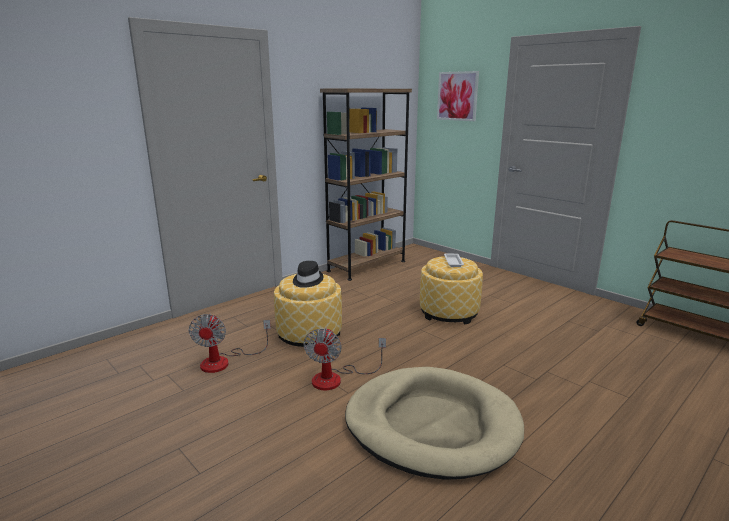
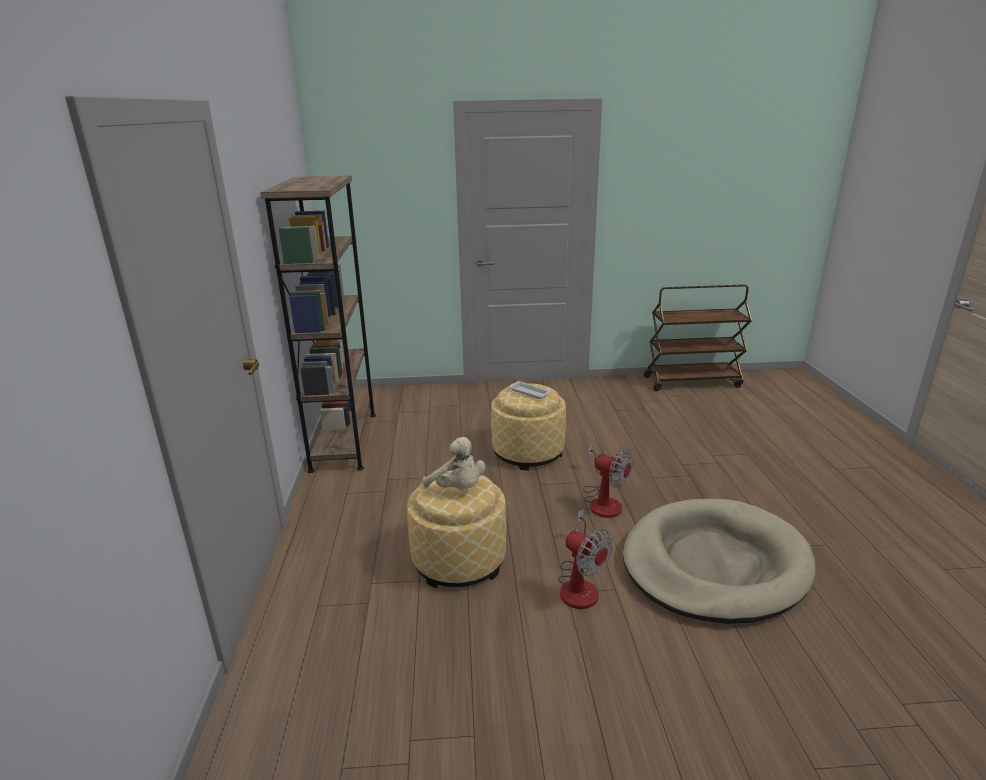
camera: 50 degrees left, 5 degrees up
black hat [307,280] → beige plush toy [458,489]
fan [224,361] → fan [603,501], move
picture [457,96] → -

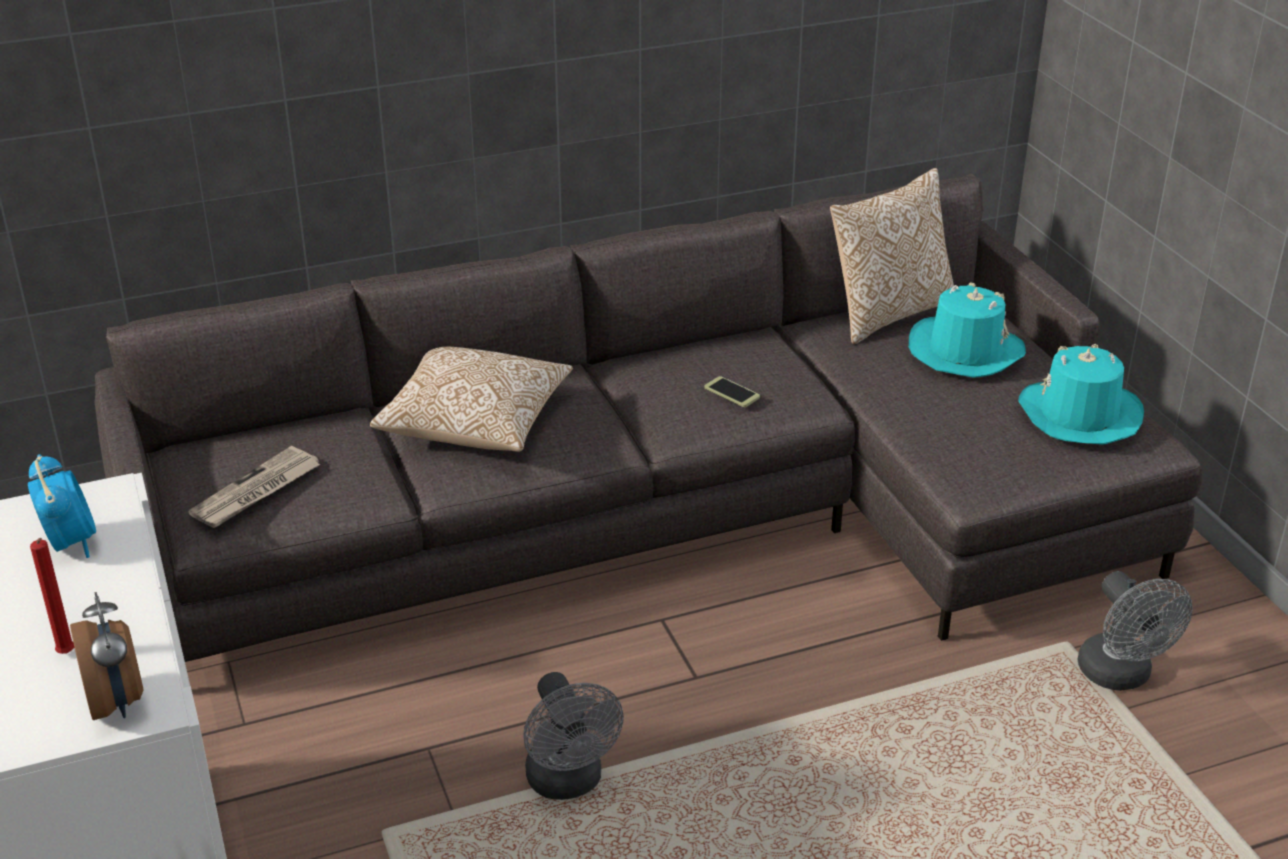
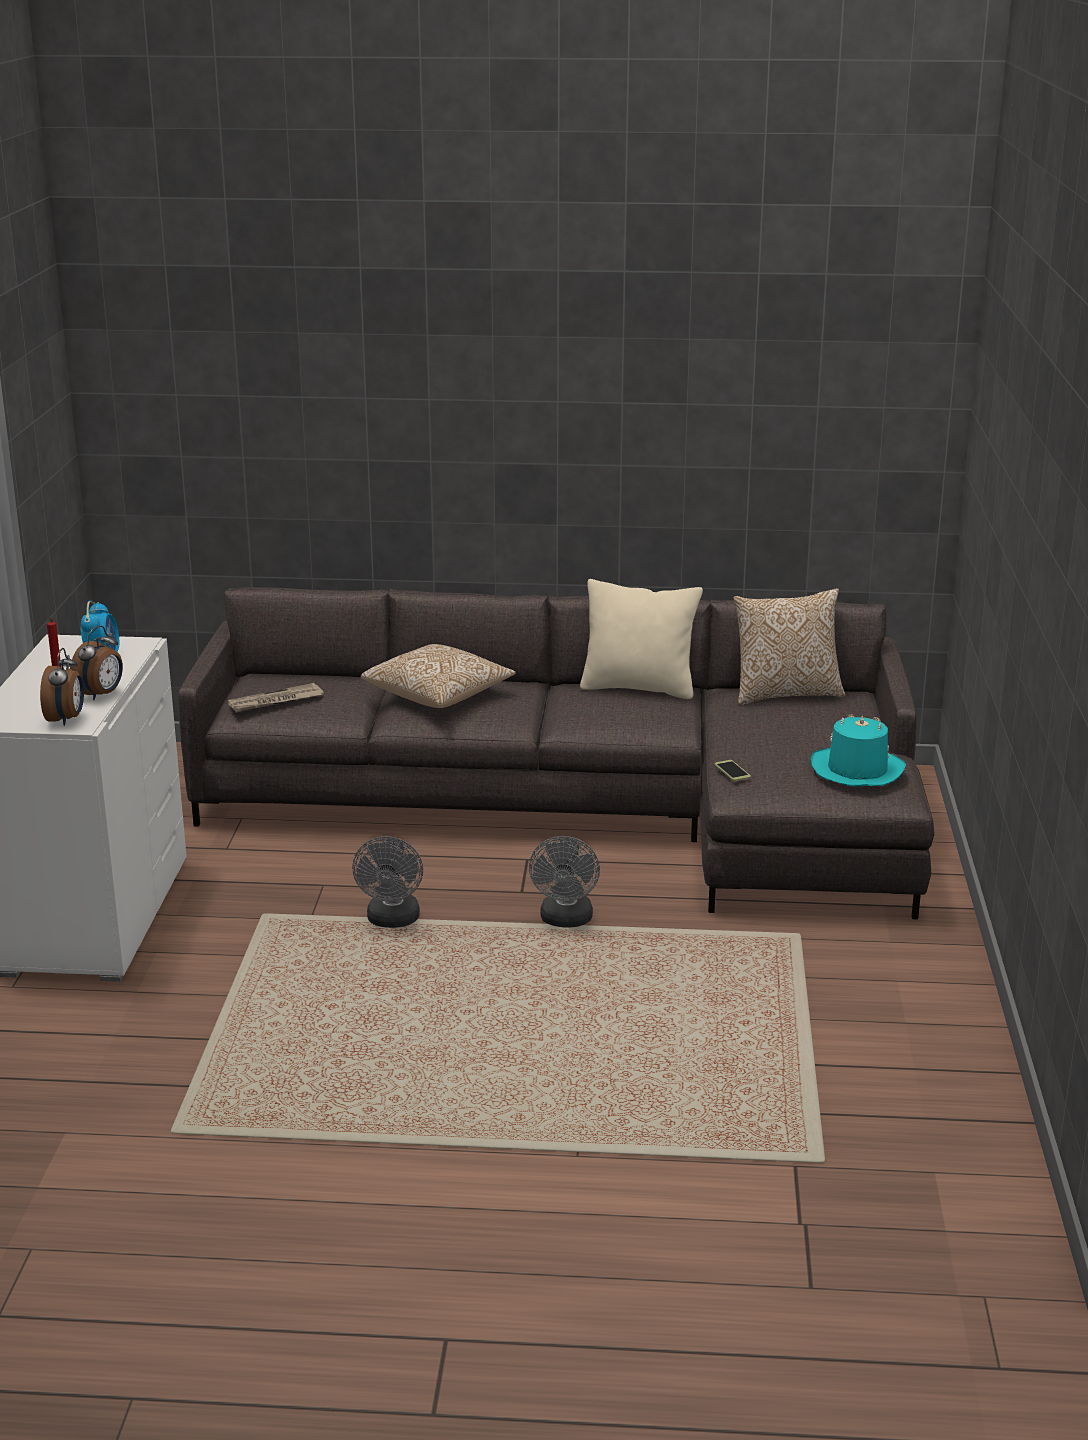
camera: 25 degrees right, 10 degrees down
- → alarm clock [101,694]
grey fan [1121,676] → grey fan [566,921], move
- → beige pillow [639,688]
phone [732,393] → phone [732,771], move
turquoise hat [964,351] → -

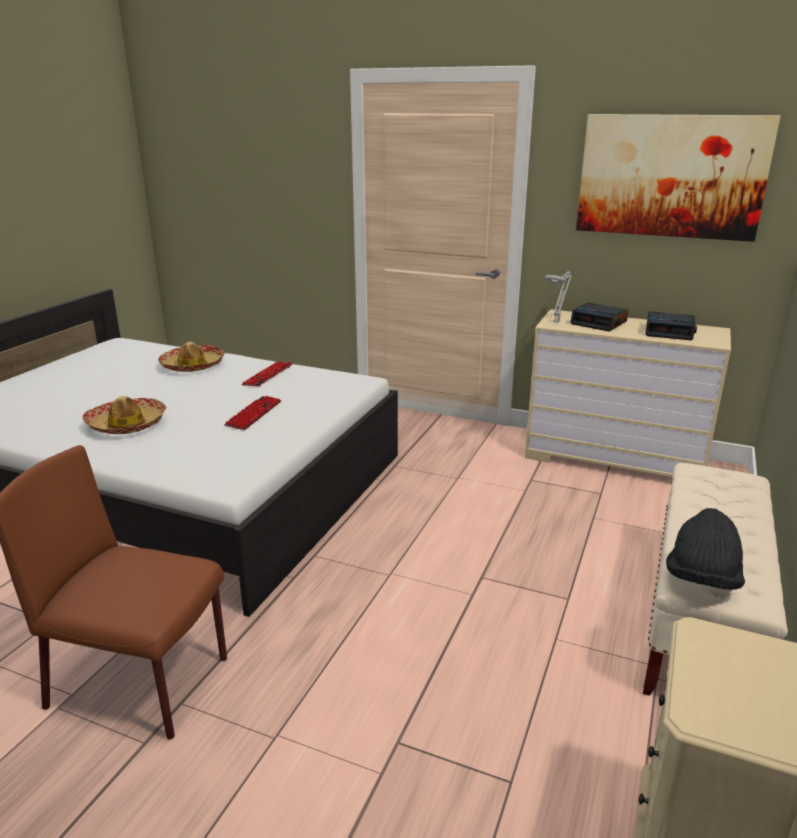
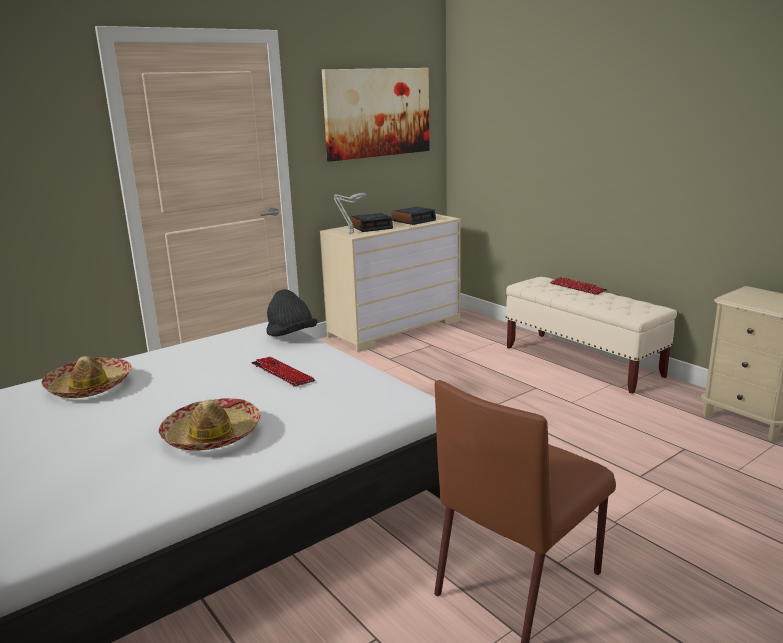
camera: 60 degrees left, 5 degrees down
black hat [701,580] → black hat [291,336], move
keyboard [268,375] → keyboard [577,287], move

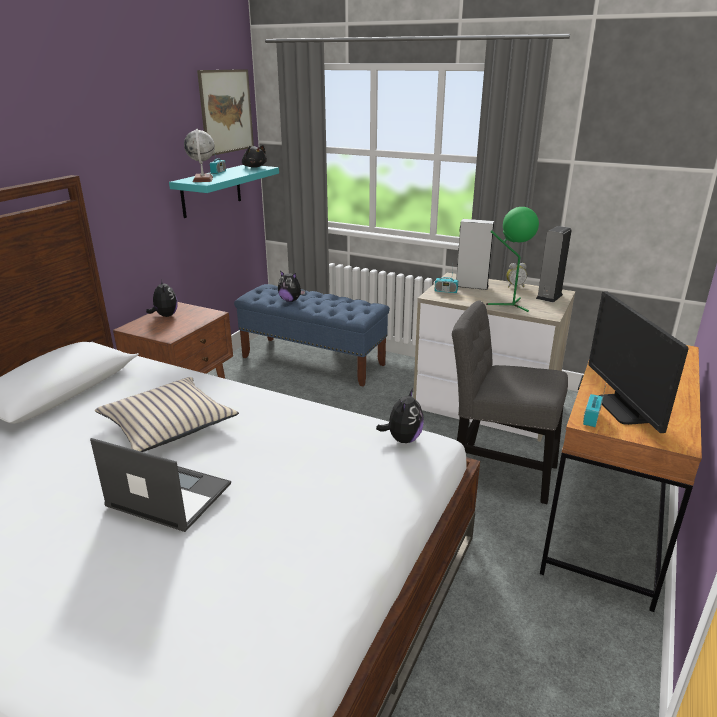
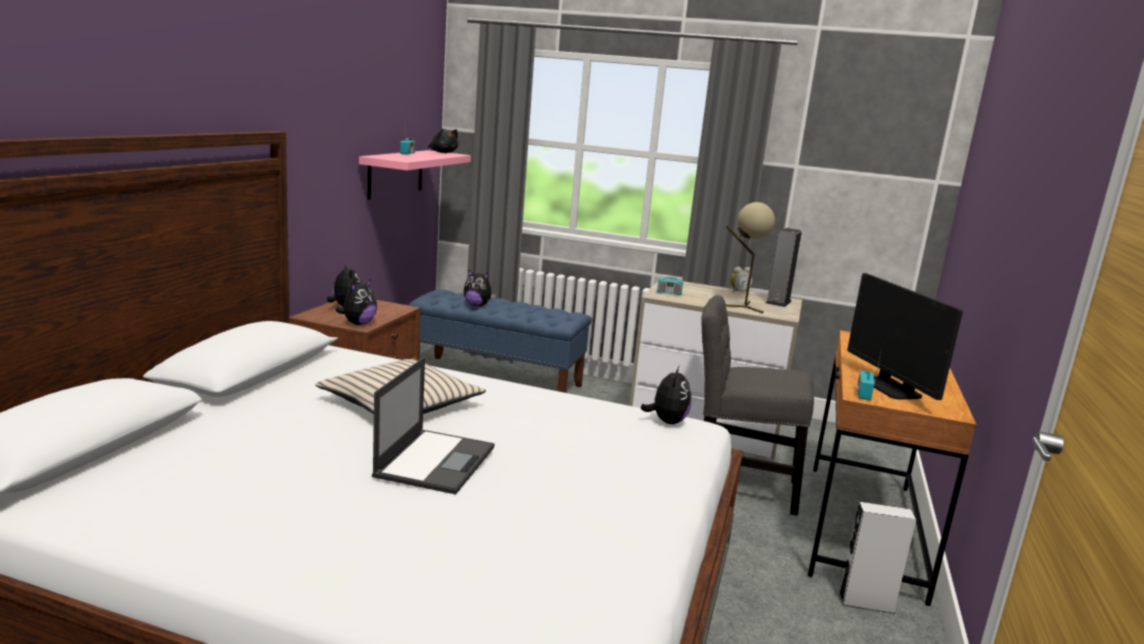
camera: 10 degrees left, 10 degrees down
- → plush toy [358,323]
turquoise shelf [211,190] → pink shelf [395,173]
laptop [167,495] → laptop [436,461], 90 degrees clockwise
green table lamp [509,305] → beige table lamp [741,307]
grey speaker [471,286] → grey speaker [866,603], move
globe [203,179] → -
picture [226,111] → -

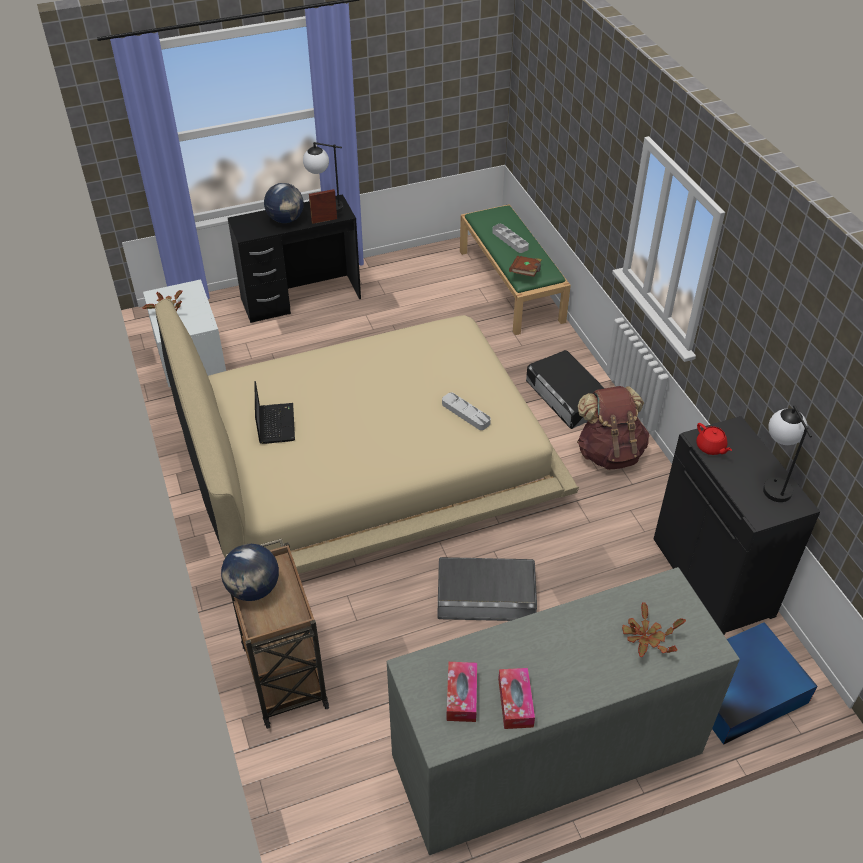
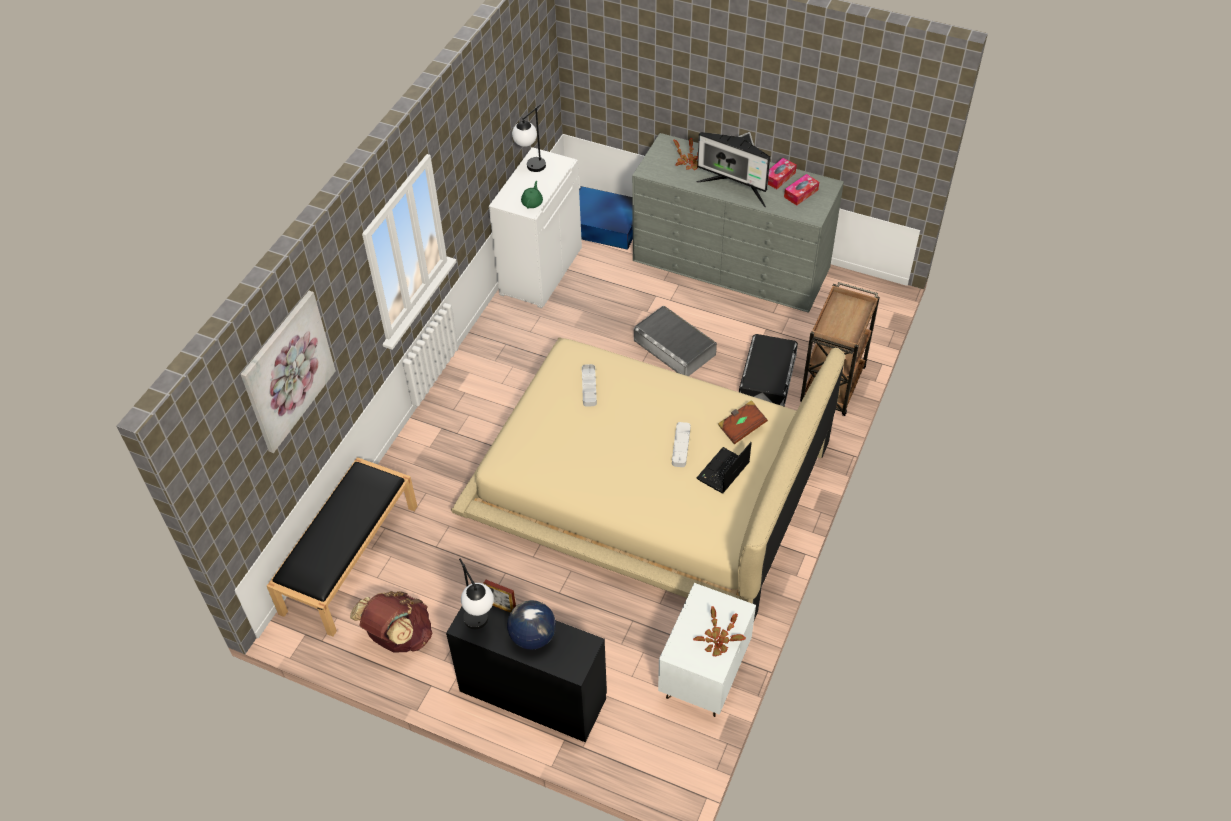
camera: 135 degrees left, 5 degrees up
- → picture [288,371]
green bench [511,286] → black bench [350,557]
brown backpack [609,452] → brown backpack [398,637], move
black cabinet [714,577] → white cabinet [540,271]
red teapot [710,447] → green teapot [532,202]
grey tray [510,240] → grey tray [681,446], move
- → monitor [735,188]
brown book [525,273] → brown book [741,427], move
black storage box [568,395] → black storage box [767,376], move
globe [253,589] → -

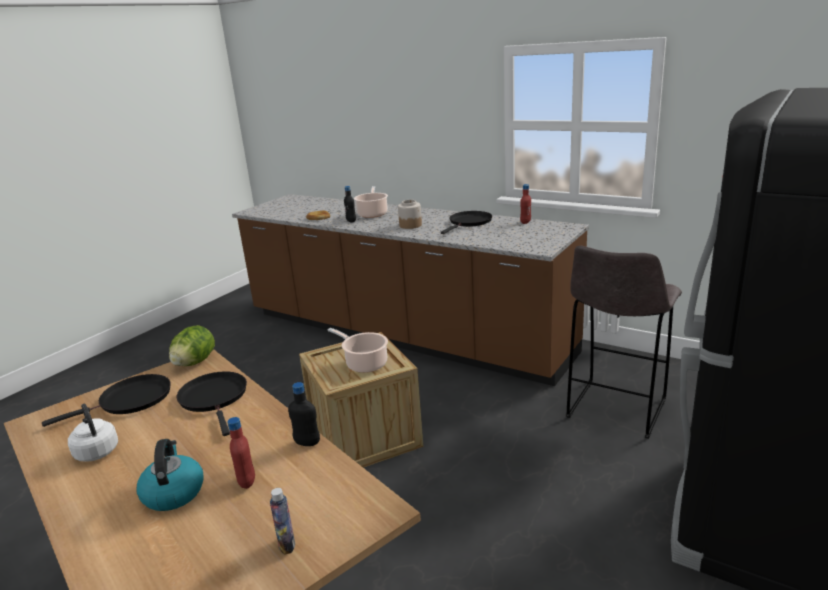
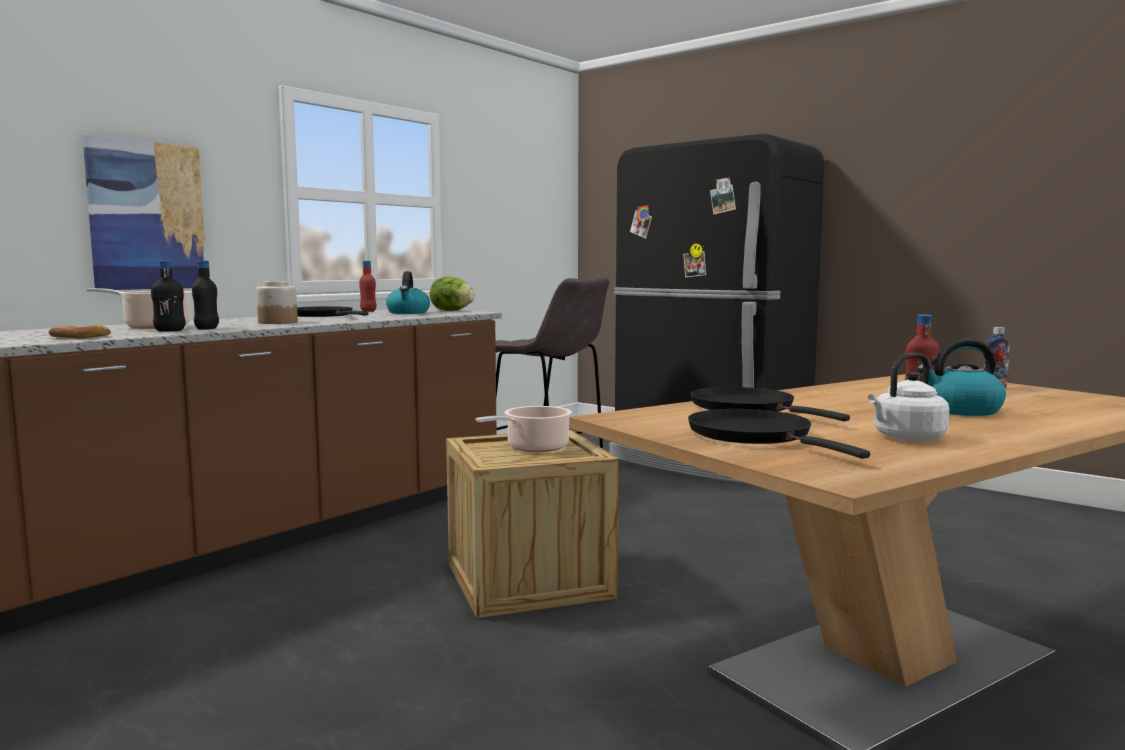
camera: 85 degrees left, 15 degrees down
- → picture [147,216]
black bottle [307,443] → black bottle [207,328], move
- → kettle [408,313]
lettuce [195,362] → lettuce [452,311], move
black frying pan [215,398] → black frying pan [748,408], 75 degrees clockwise

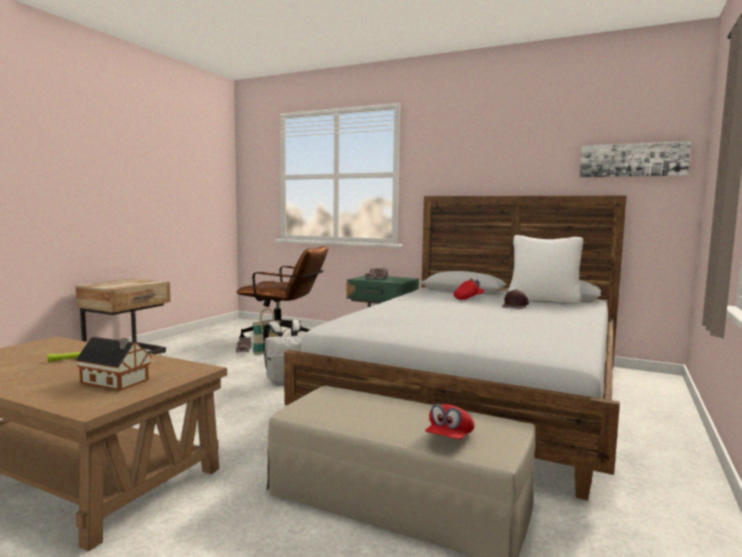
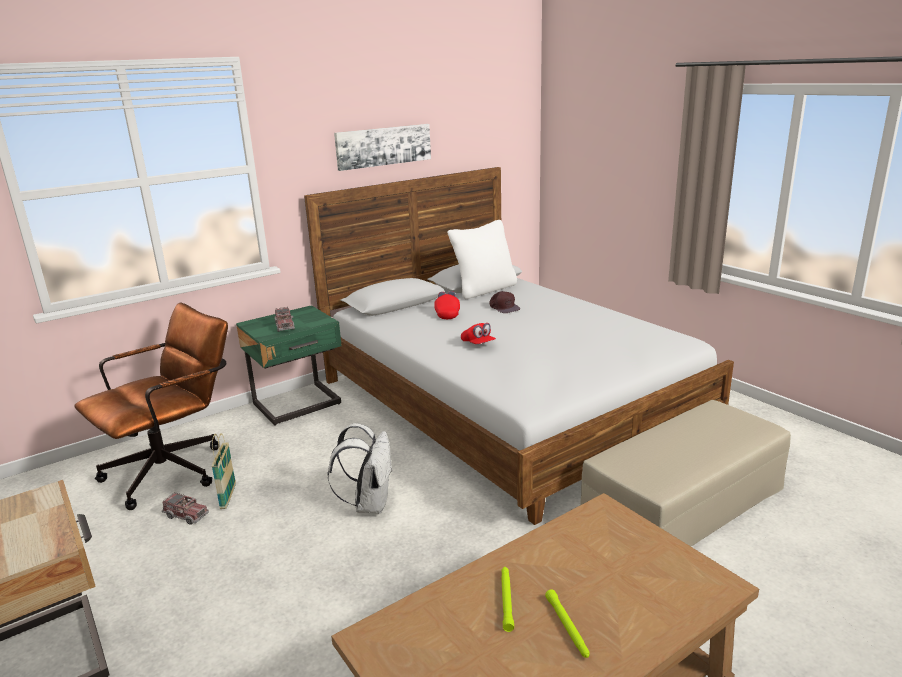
camera: 60 degrees left, 15 degrees up
picture [632,160] → picture [383,146], move
red cap [449,438] → red cap [478,344], move
- → green flashlight [567,627]
toy house [116,382] → -

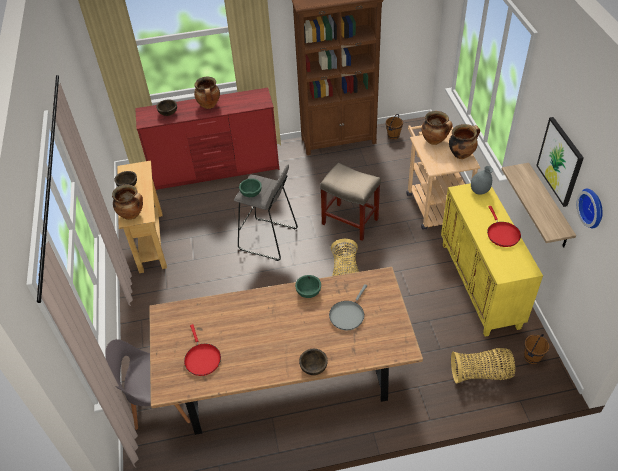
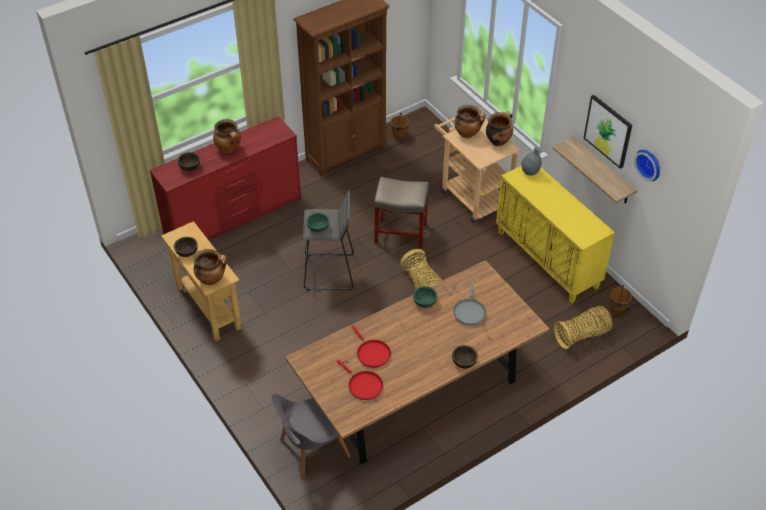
camera: 25 degrees left, 0 degrees up
red frying pan [502,234] → red frying pan [372,353], move

